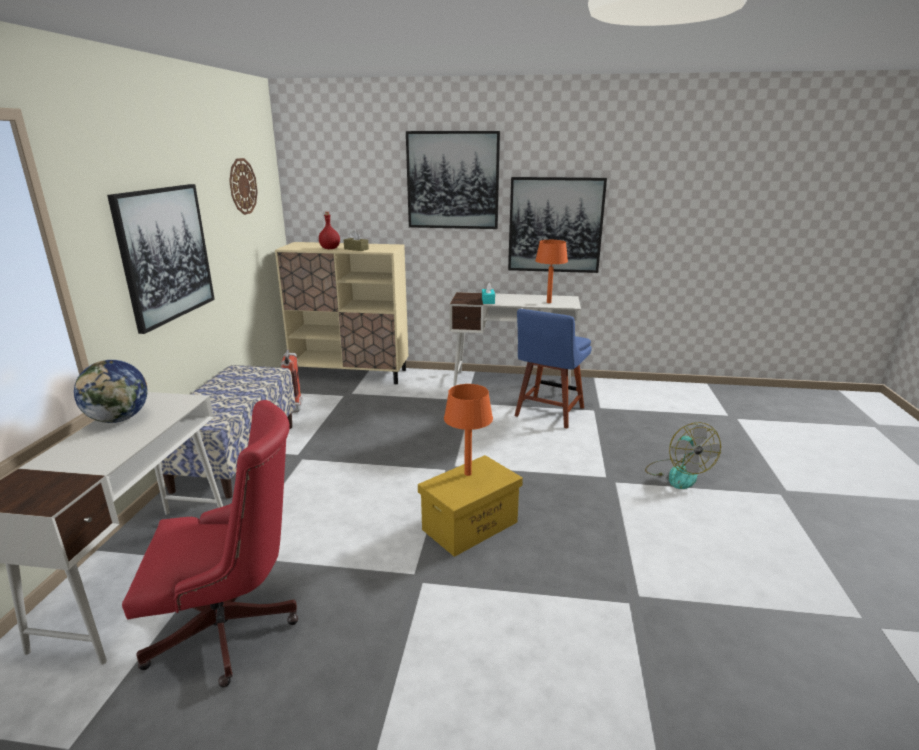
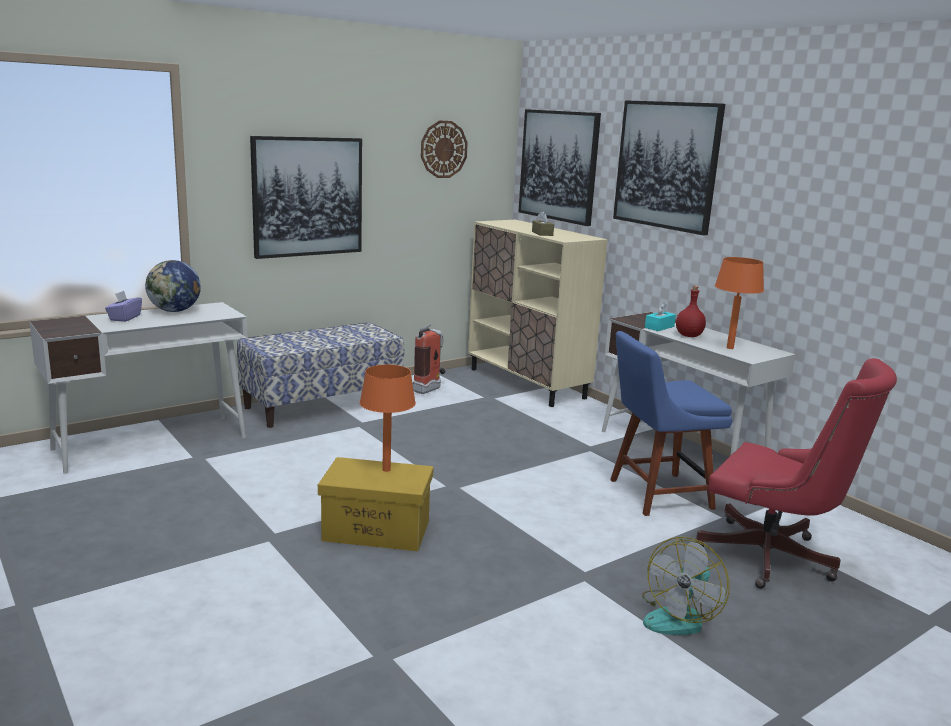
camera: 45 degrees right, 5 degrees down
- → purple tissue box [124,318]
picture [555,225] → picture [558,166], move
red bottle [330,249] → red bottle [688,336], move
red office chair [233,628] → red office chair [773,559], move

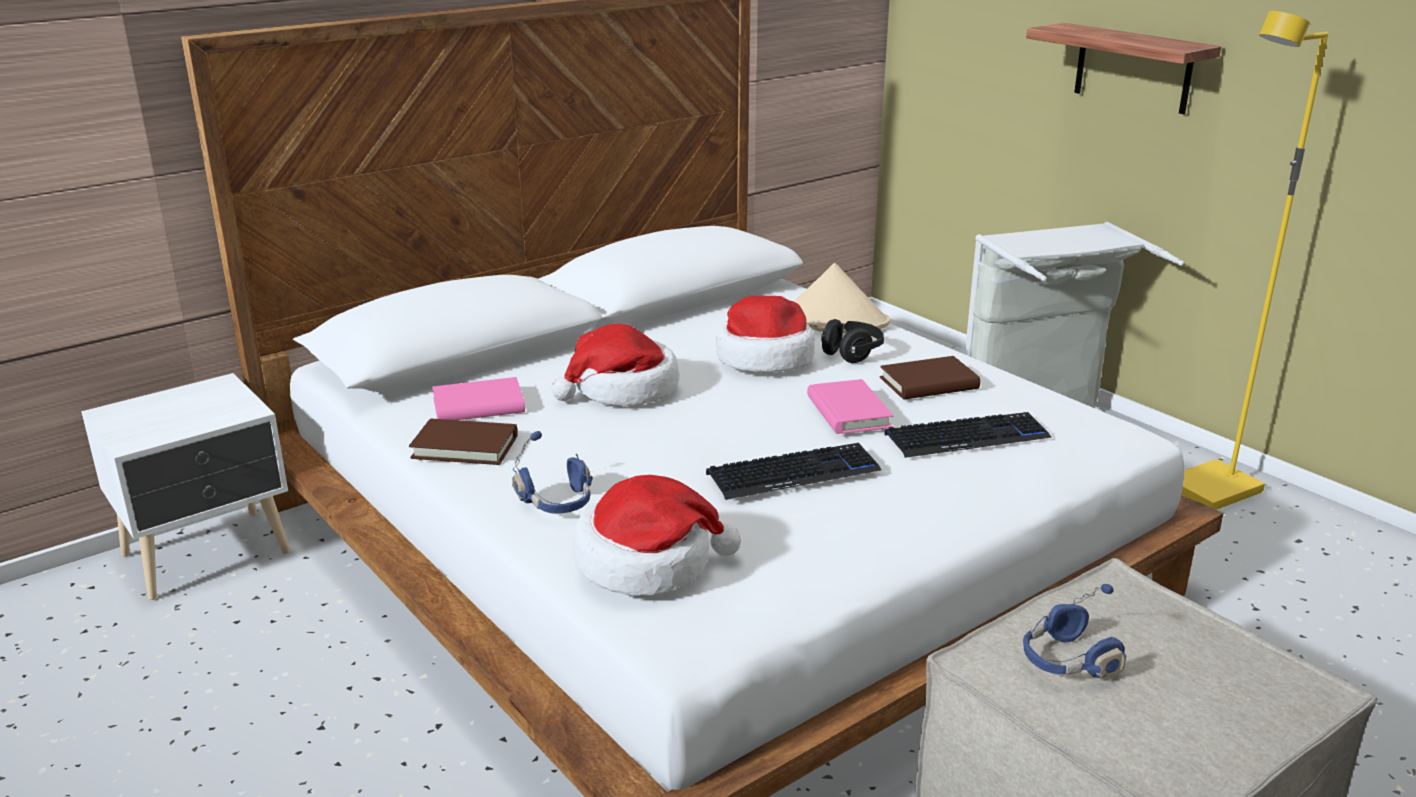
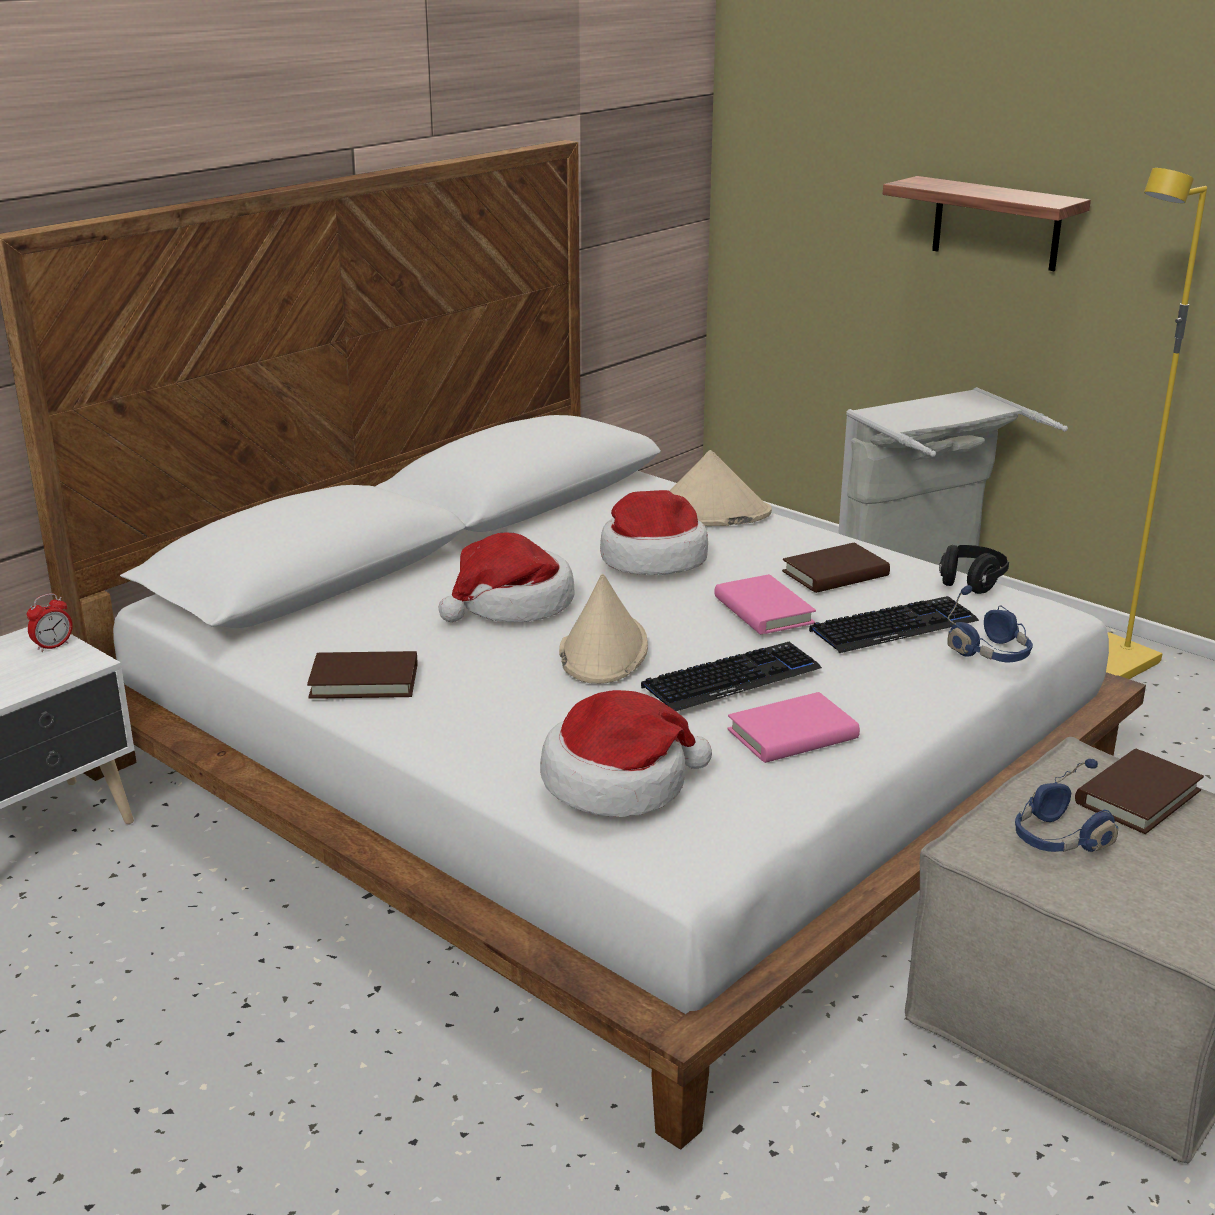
camera: 10 degrees left, 0 degrees up
- → alarm clock [53,646]
- → beige hat [603,650]
pink book [478,406] → pink book [792,734], move
black headphones [851,354] → black headphones [971,583], move
blue headphones [557,503] → blue headphones [991,654], move
- → brown book [1137,796]

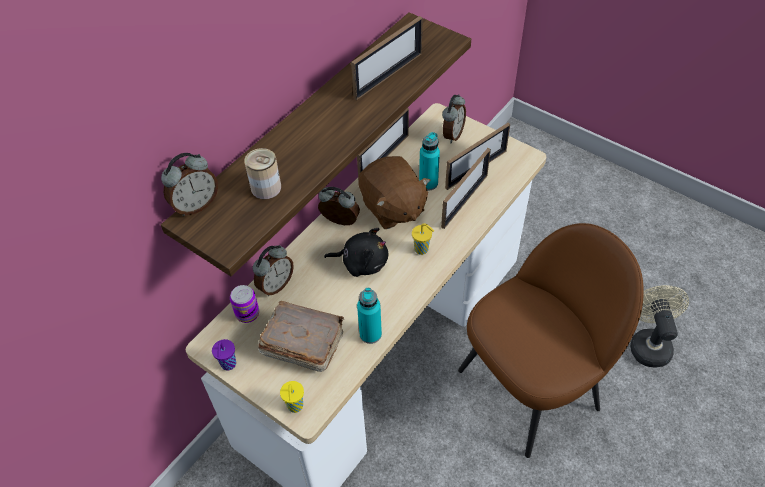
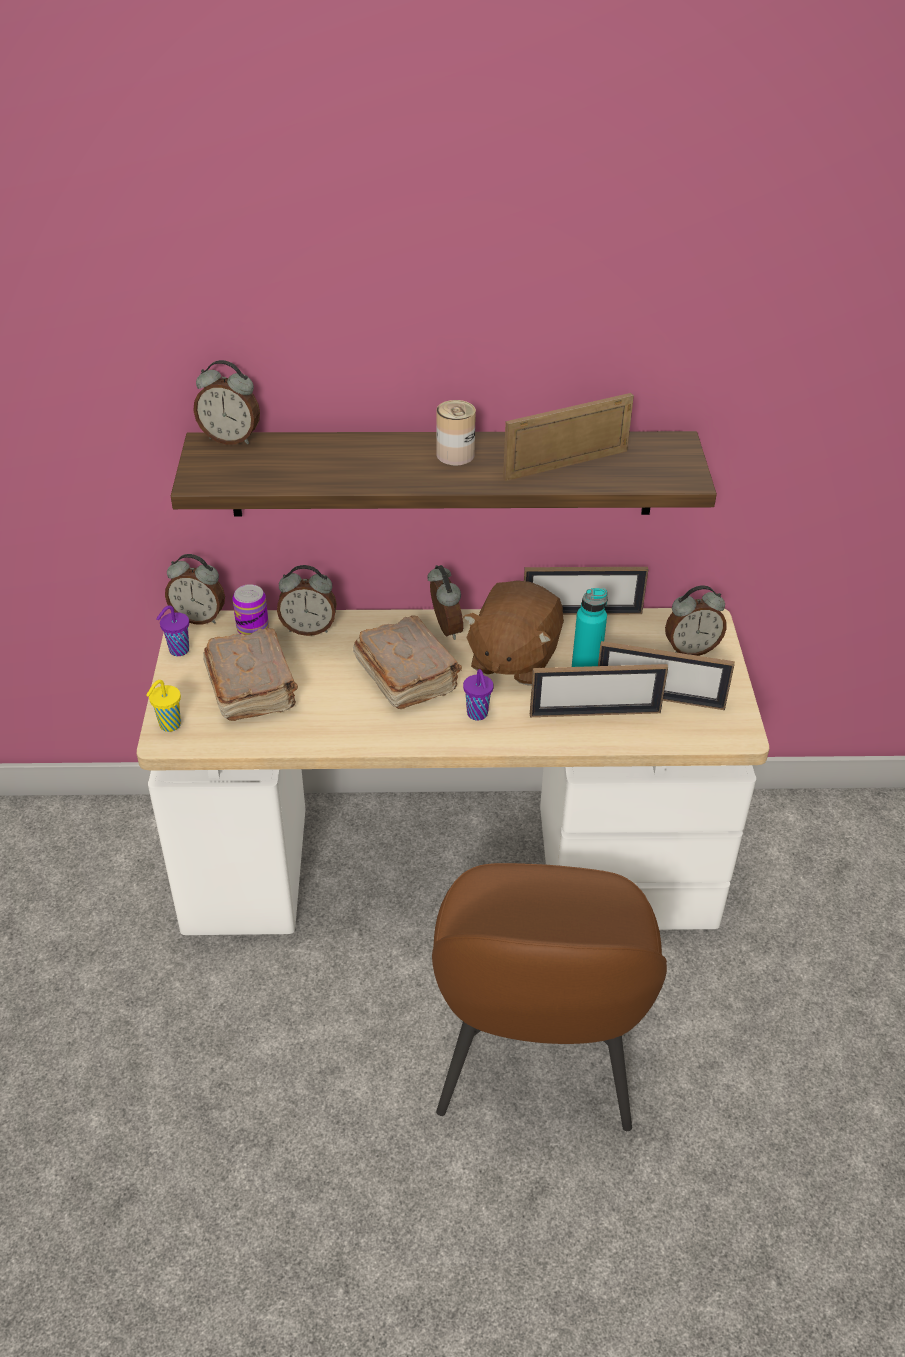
camera: 50 degrees right, 10 degrees down
- → alarm clock [199,617]
black plush toy [362,262] → brown book [406,676]
brown chair [531,387] → brown chair [535,1059], 75 degrees clockwise
can [266,187] → can [455,455], move
yellow cup [422,249] → purple cup [477,714]
picture frame [388,75] → picture frame [566,464], 150 degrees clockwise
turquoise bottle [370,334] → -
beige fan [648,343] → -

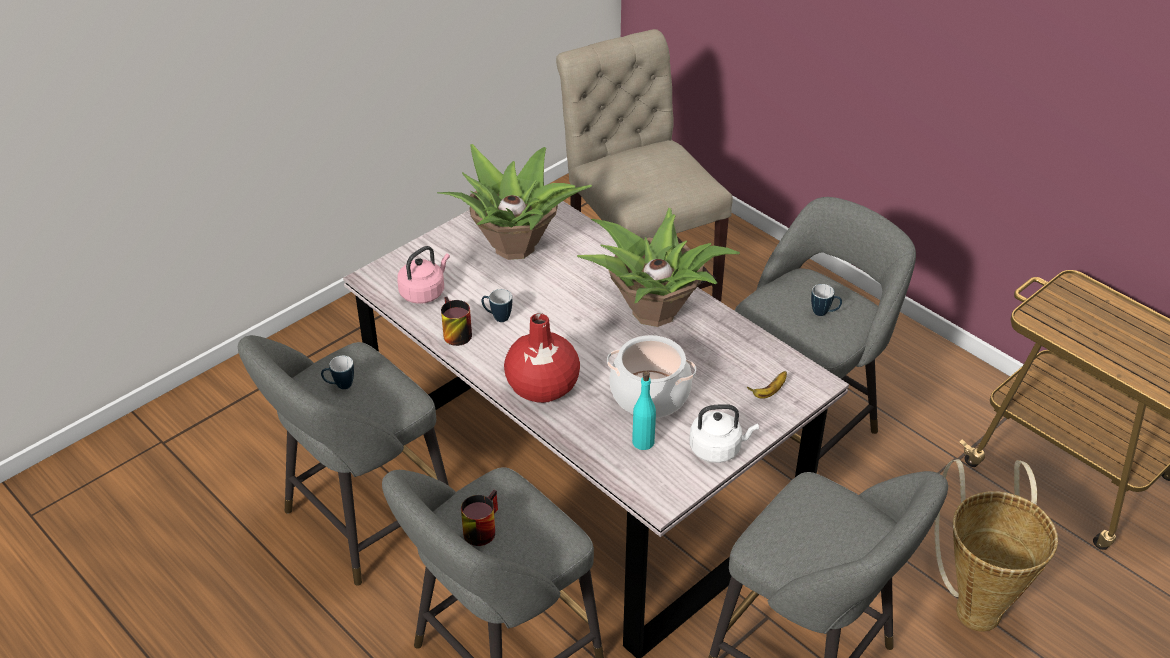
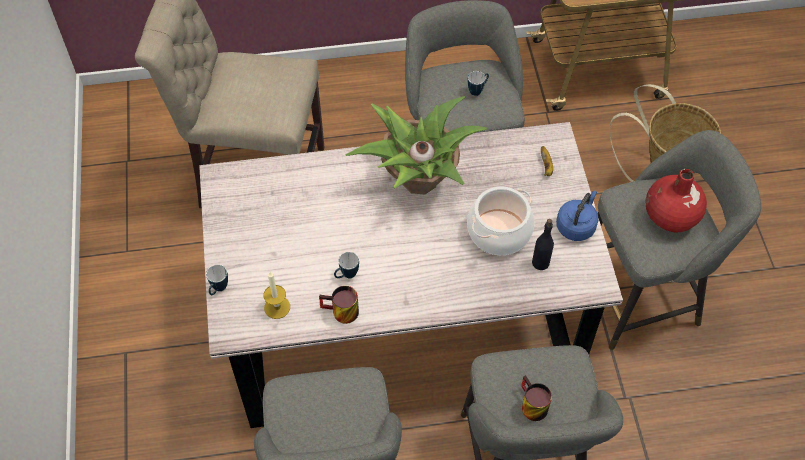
camera: 55 degrees left, 15 degrees up
mug [340,385] → mug [218,289], move
pink kettle [424,292] → candle [277,307]
turquoise bottle [643,442] → black bottle [540,262]
white kettle [718,449] → blue kettle [576,226]
red vase [542,388] → red vase [670,216], move
potted plant [515,245] → -

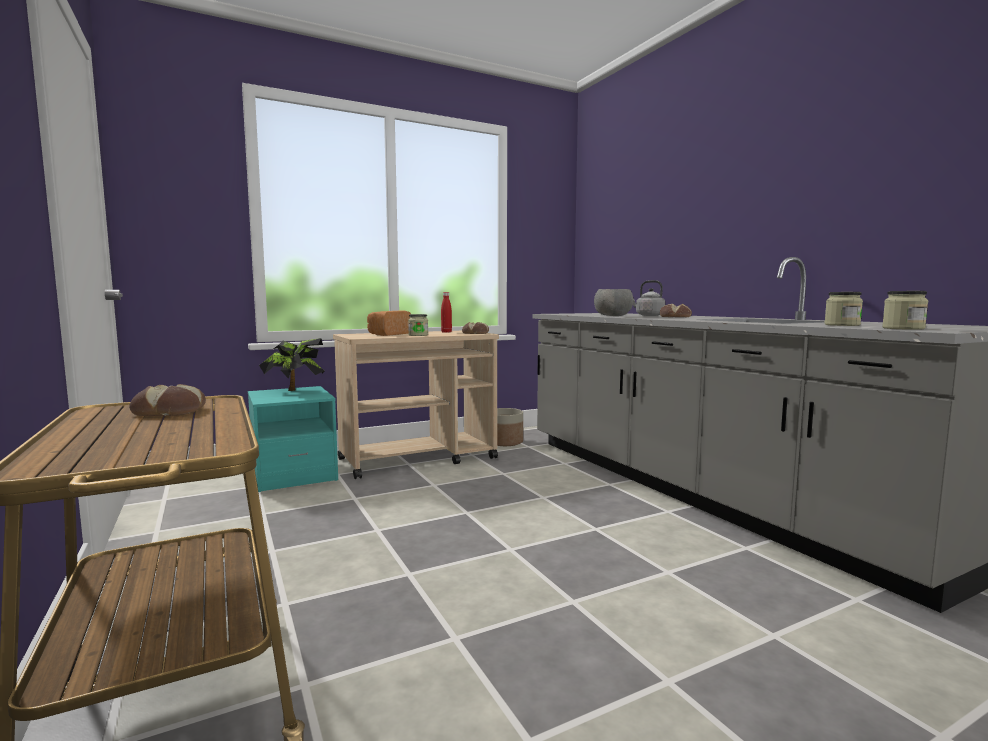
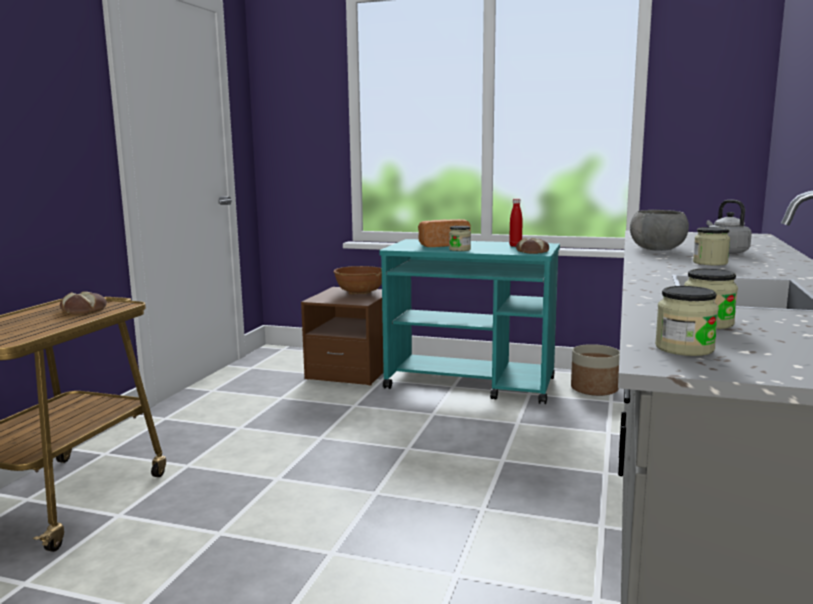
camera: 45 degrees right, 5 degrees up
turquoise nightstand [294,475] → brown nightstand [351,371]
potted plant [294,391] → brown bowl [360,293]
beige cart [419,458] → turquoise cart [472,384]
bread [674,317] → jar [710,263]

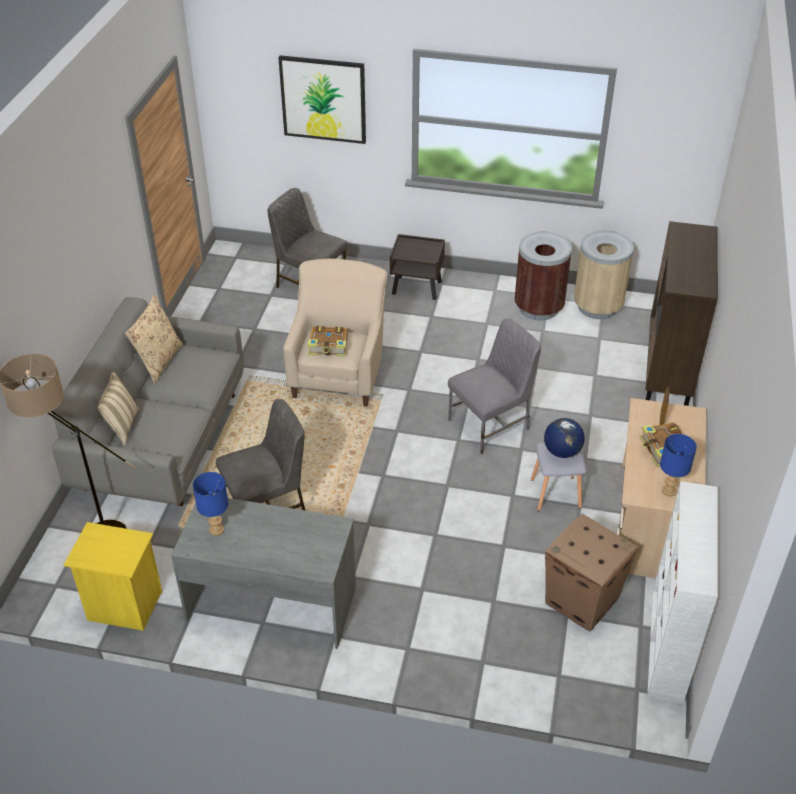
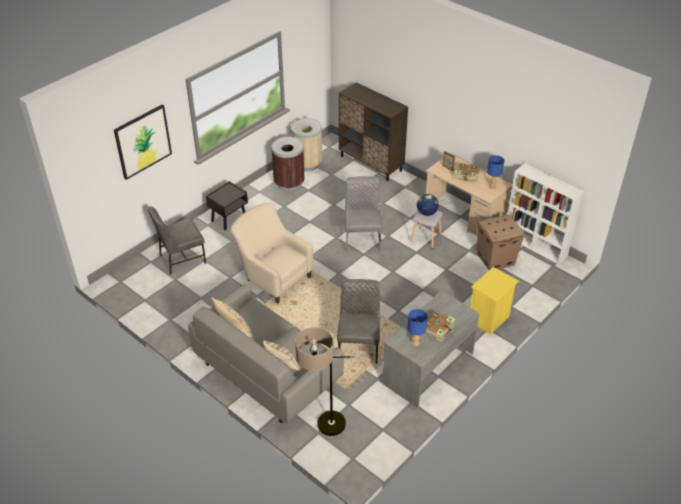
camera: 60 degrees left, 0 degrees up
book [329,347] → book [439,329], move
yellow nightstand [124,607] → yellow nightstand [489,319], move

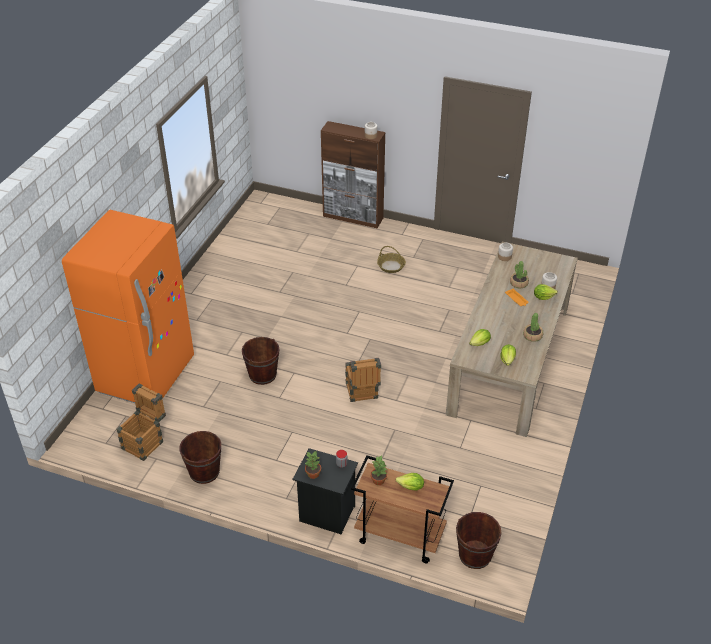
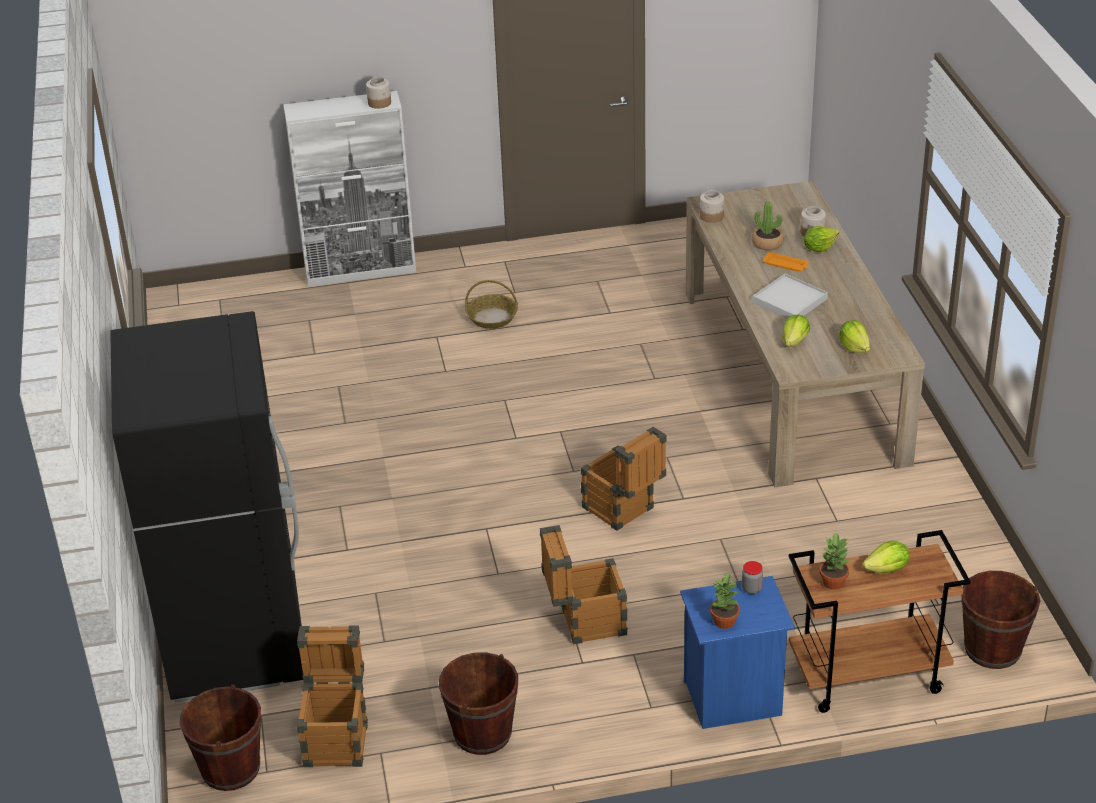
camera: 30 degrees left, 5 degrees down
orange fridge [146,375] → black fridge [236,639]
brown bucket [262,375] → brown bucket [230,769], move
brown cabinet [353,217] → white cabinet [361,270]
- → crate [584,622]
black nightstand [326,514] → blue nightstand [733,699]
- → white tray [789,301]
potted plant [532,336] → -

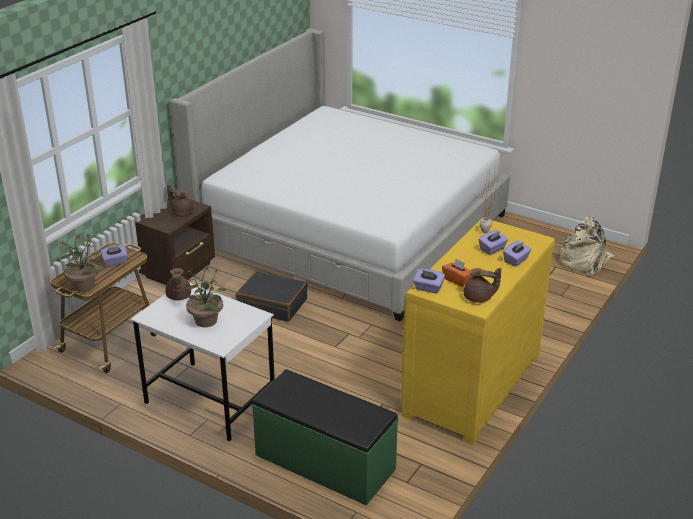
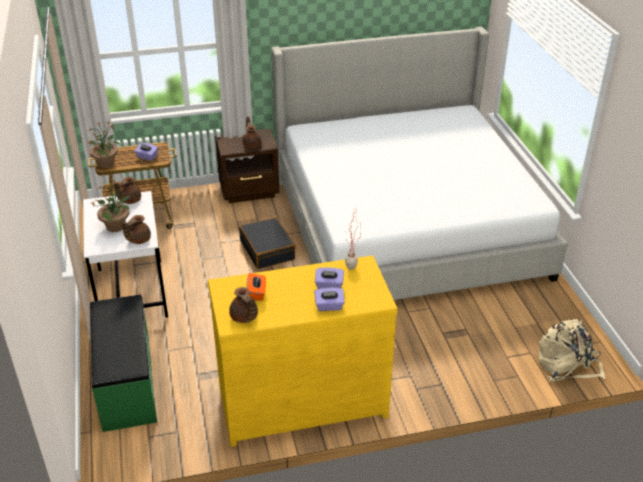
camera: 45 degrees right, 5 degrees up
- → brown teapot [138,240]
purple tissue box [428,288] → -

